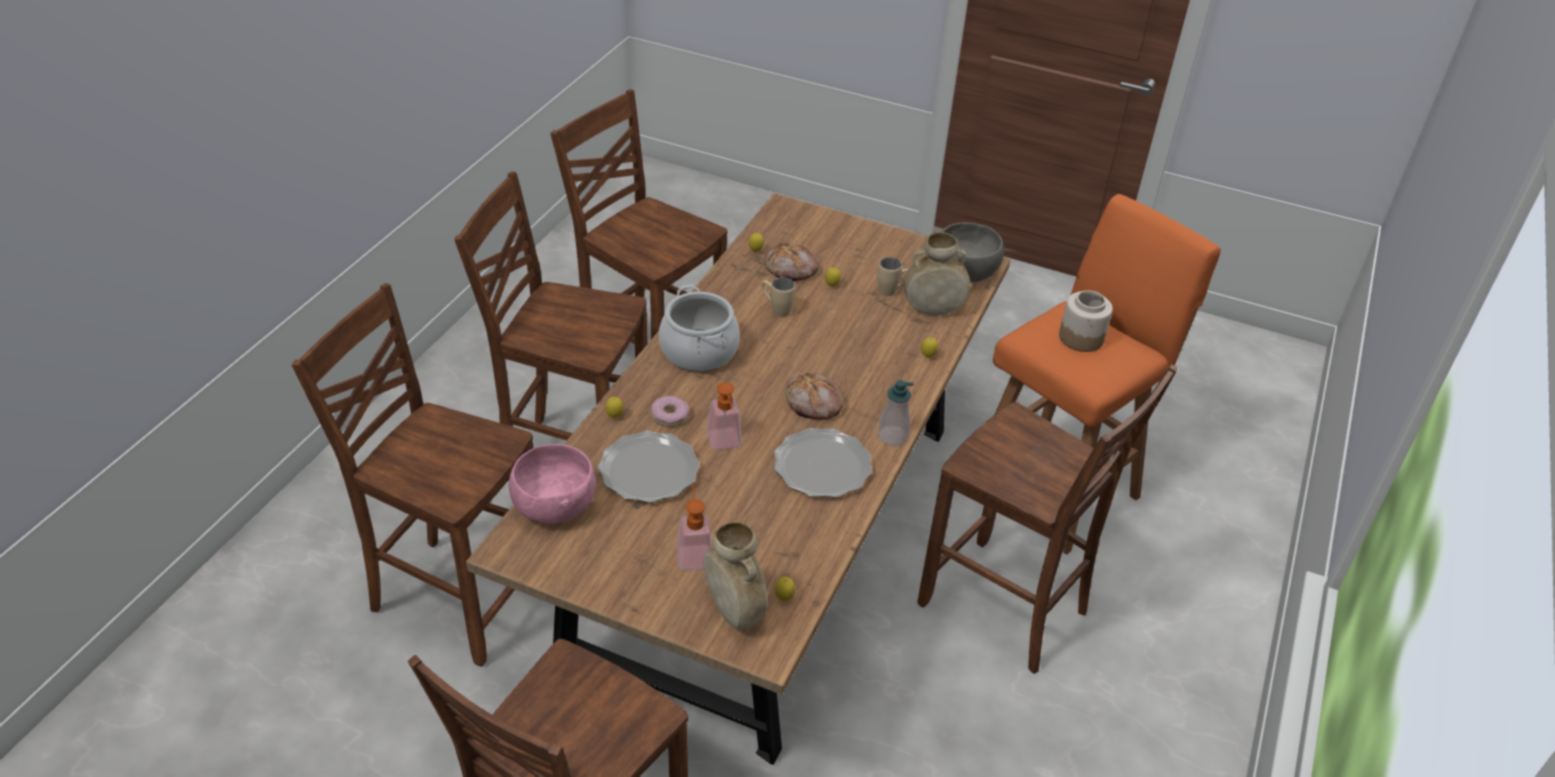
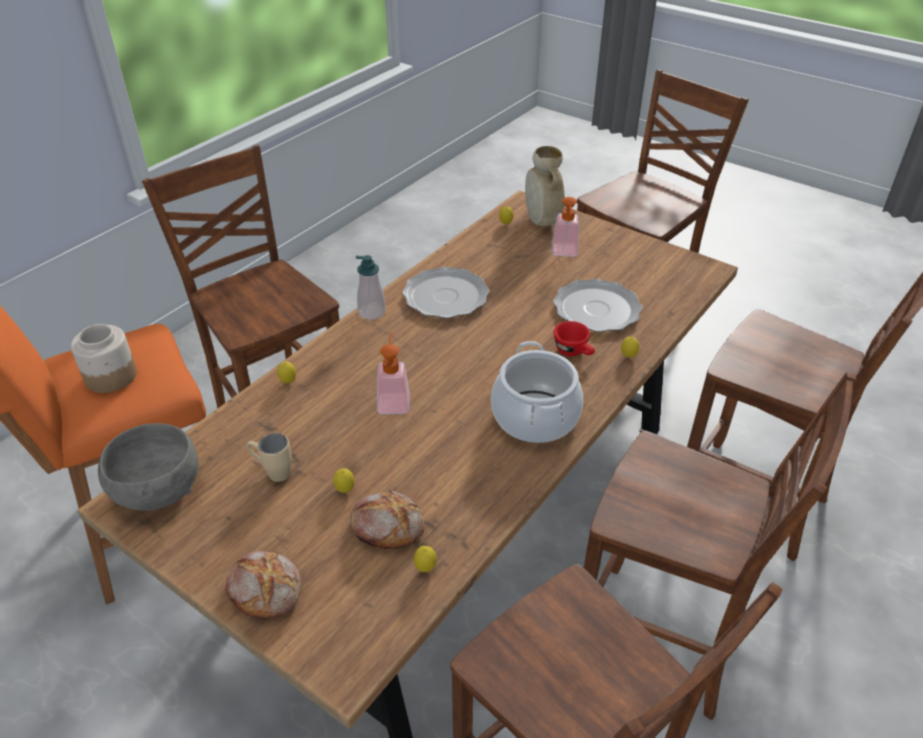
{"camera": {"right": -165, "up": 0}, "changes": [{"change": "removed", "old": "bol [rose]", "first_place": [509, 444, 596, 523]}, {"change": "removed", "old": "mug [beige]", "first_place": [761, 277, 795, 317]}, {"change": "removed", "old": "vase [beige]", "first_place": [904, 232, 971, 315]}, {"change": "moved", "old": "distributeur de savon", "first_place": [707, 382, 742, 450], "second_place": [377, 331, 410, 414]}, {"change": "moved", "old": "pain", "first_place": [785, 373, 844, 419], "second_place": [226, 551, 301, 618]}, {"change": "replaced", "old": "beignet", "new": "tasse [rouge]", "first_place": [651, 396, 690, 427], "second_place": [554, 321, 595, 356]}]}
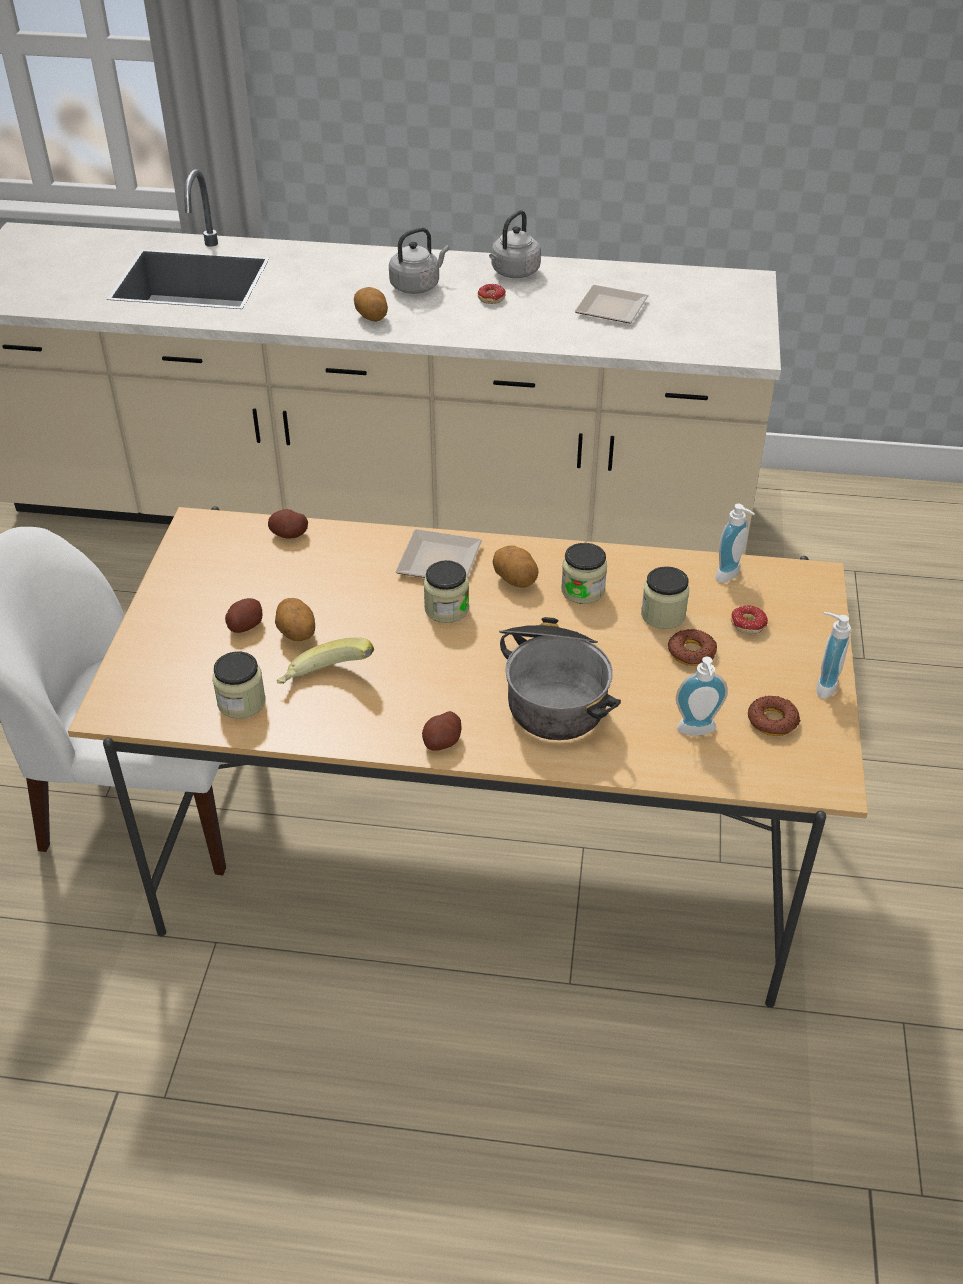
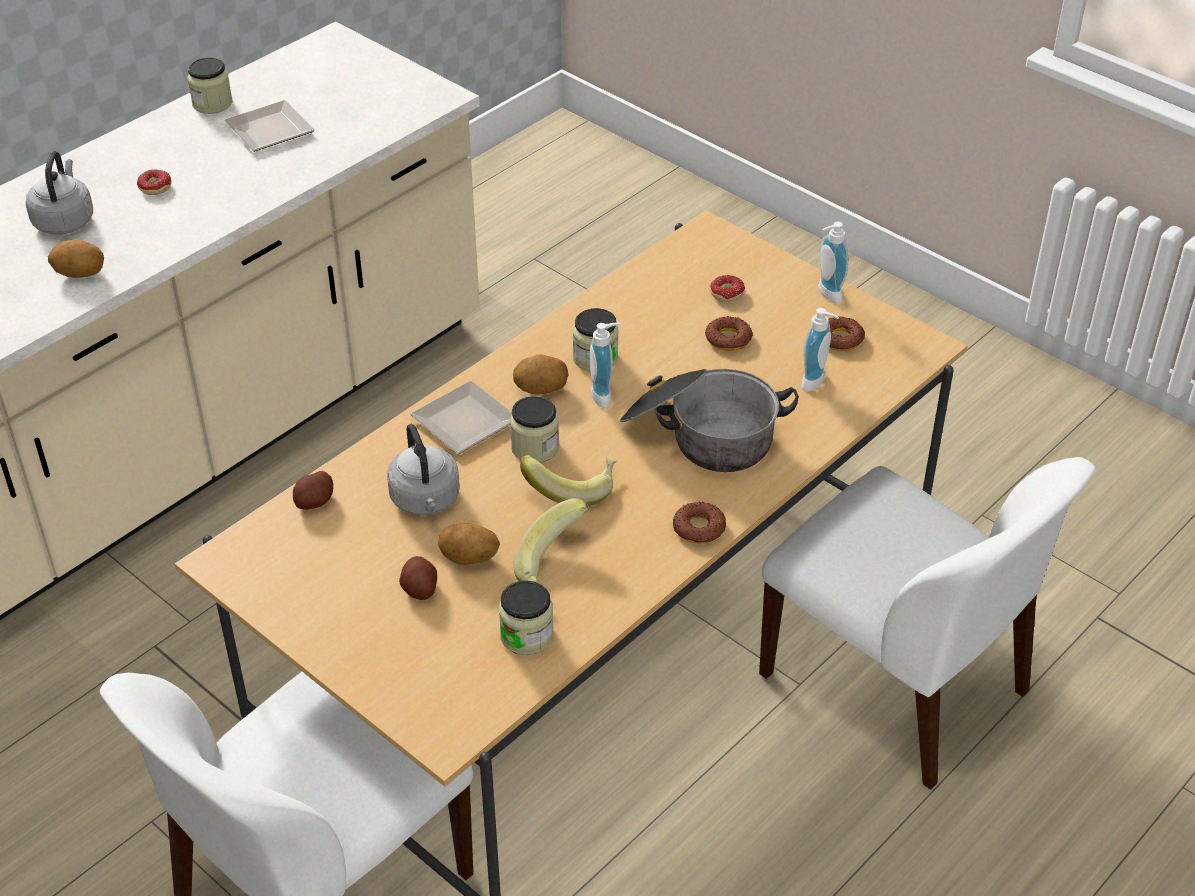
{"camera": {"right": -55, "up": 0}, "changes": [{"change": "added", "new": "banane", "second_place": [520, 455, 616, 506]}, {"change": "added", "new": "chaise [blanc]", "second_place": [759, 457, 1096, 790]}, {"change": "moved", "old": "bouilloire [gris]", "first_place": [489, 210, 541, 278], "second_place": [387, 424, 460, 515]}, {"change": "moved", "old": "bocal", "first_place": [641, 566, 689, 629], "second_place": [188, 57, 232, 114]}, {"change": "moved", "old": "distributeur de savon", "first_place": [716, 504, 755, 582], "second_place": [590, 323, 621, 408]}, {"change": "replaced", "old": "pomme de terre", "new": "beignet", "first_place": [422, 711, 462, 751], "second_place": [673, 502, 726, 544]}]}
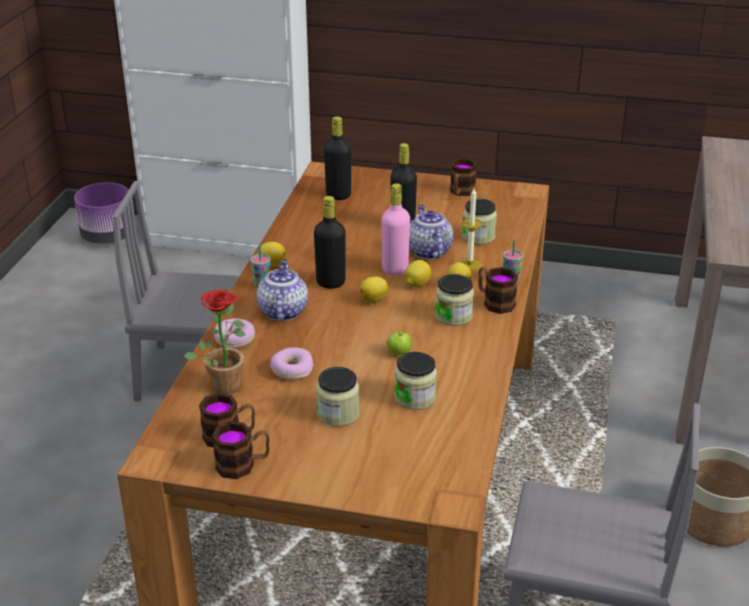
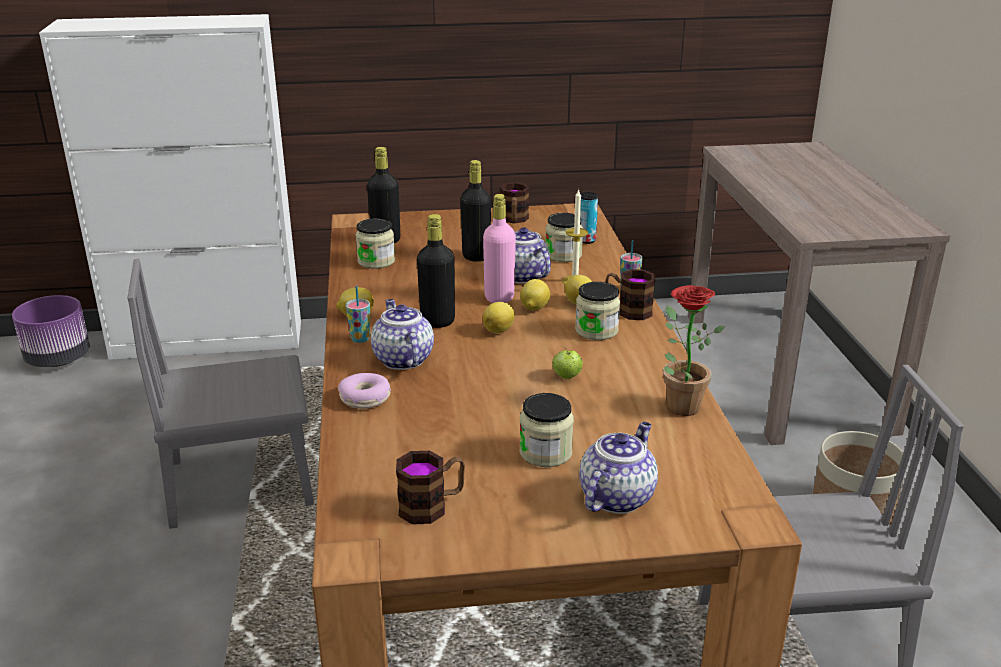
{"camera": {"right": -20, "up": -5}, "changes": [{"change": "removed", "old": "mug", "first_place": [212, 421, 270, 479]}, {"change": "removed", "old": "beignet", "first_place": [270, 348, 314, 380]}, {"change": "added", "new": "théière", "second_place": [579, 422, 658, 514]}, {"change": "added", "new": "boîte métallique", "second_place": [580, 192, 598, 244]}, {"change": "moved", "old": "plante en pot", "first_place": [184, 290, 246, 395], "second_place": [663, 285, 725, 416]}, {"change": "moved", "old": "bocal", "first_place": [395, 352, 437, 410], "second_place": [355, 218, 395, 269]}]}
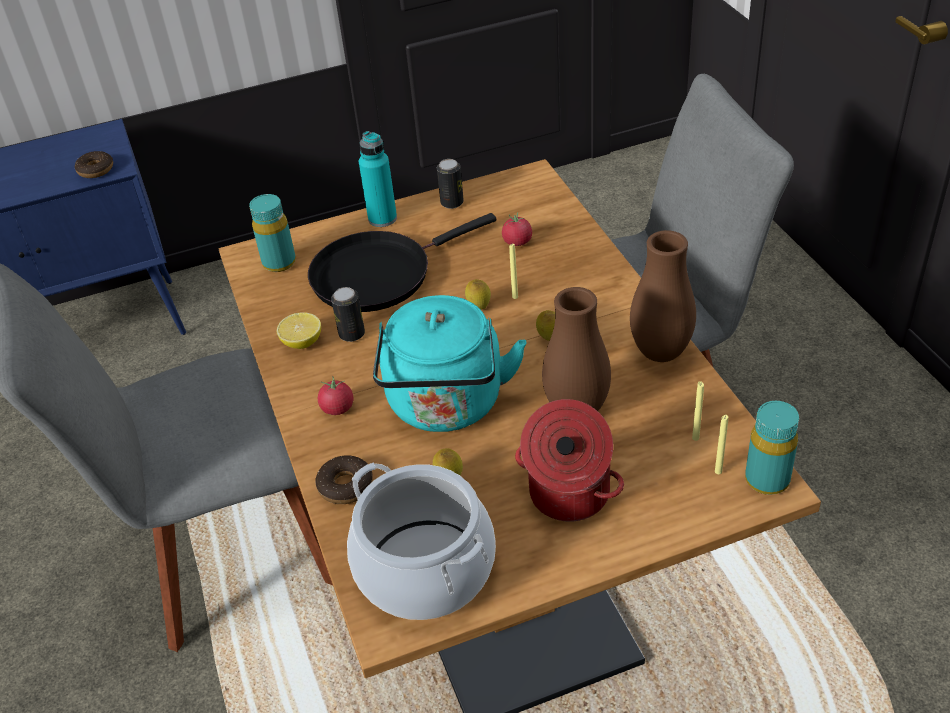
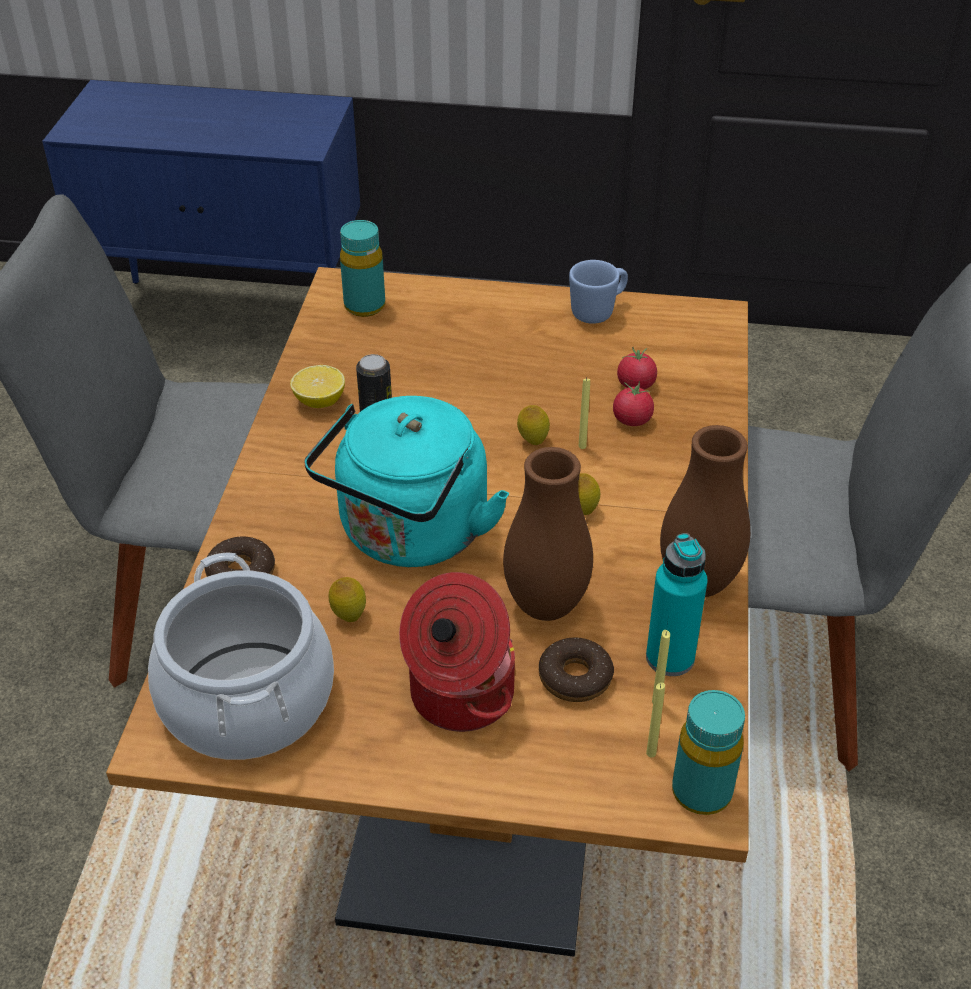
{"camera": {"right": 25, "up": 0}, "changes": [{"change": "removed", "old": "poêle [noir]", "first_place": [308, 213, 496, 312]}, {"change": "moved", "old": "beignet", "first_place": [75, 151, 113, 178], "second_place": [539, 637, 614, 702]}, {"change": "moved", "old": "tomate", "first_place": [318, 376, 353, 415], "second_place": [613, 381, 654, 426]}, {"change": "moved", "old": "bouteille [turquoise]", "first_place": [359, 131, 397, 227], "second_place": [646, 533, 708, 676]}, {"change": "replaced", "old": "boîte métallique", "new": "mug [bleu]", "first_place": [437, 159, 464, 209], "second_place": [569, 260, 628, 324]}]}
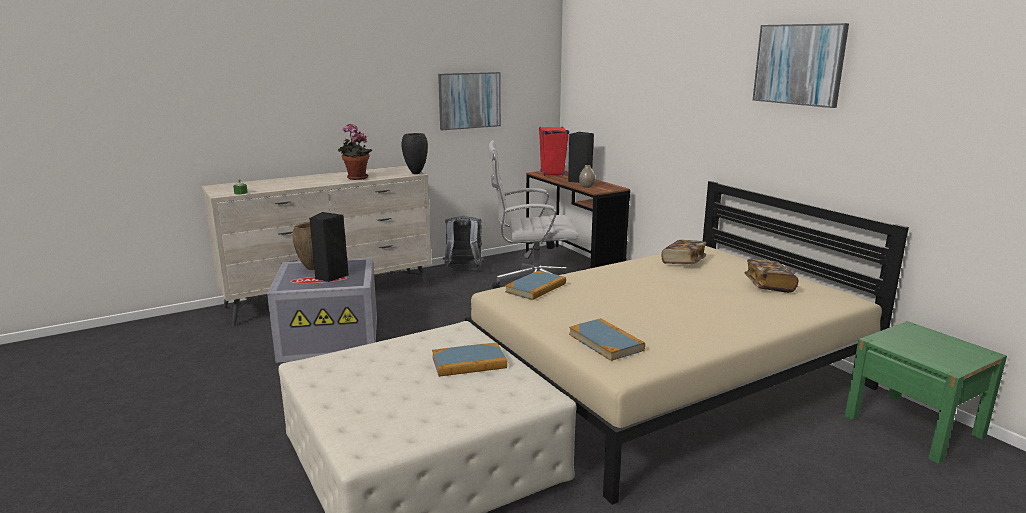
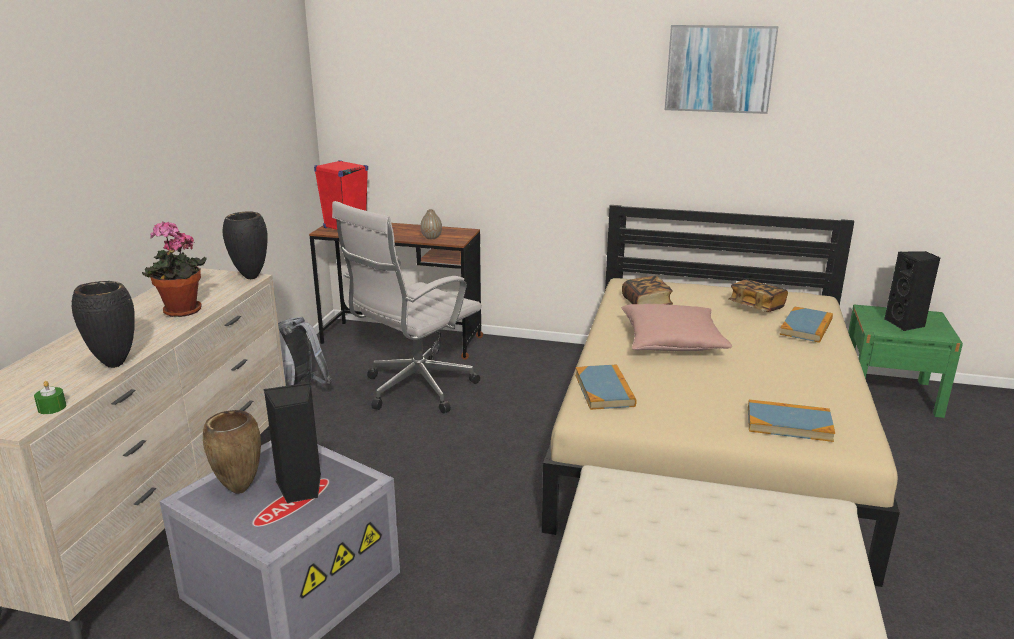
{"camera": {"right": -45, "up": 5}, "changes": [{"change": "removed", "old": "tableau", "first_place": [438, 72, 501, 130]}, {"change": "added", "new": "vase [noir]", "second_place": [72, 281, 135, 368]}, {"change": "added", "new": "coussin [rose]", "second_place": [621, 304, 732, 351]}, {"change": "moved", "old": "livre", "first_place": [432, 343, 507, 377], "second_place": [780, 307, 833, 343]}, {"change": "moved", "old": "enceinte [noir]", "first_place": [568, 132, 594, 183], "second_place": [884, 251, 940, 331]}]}
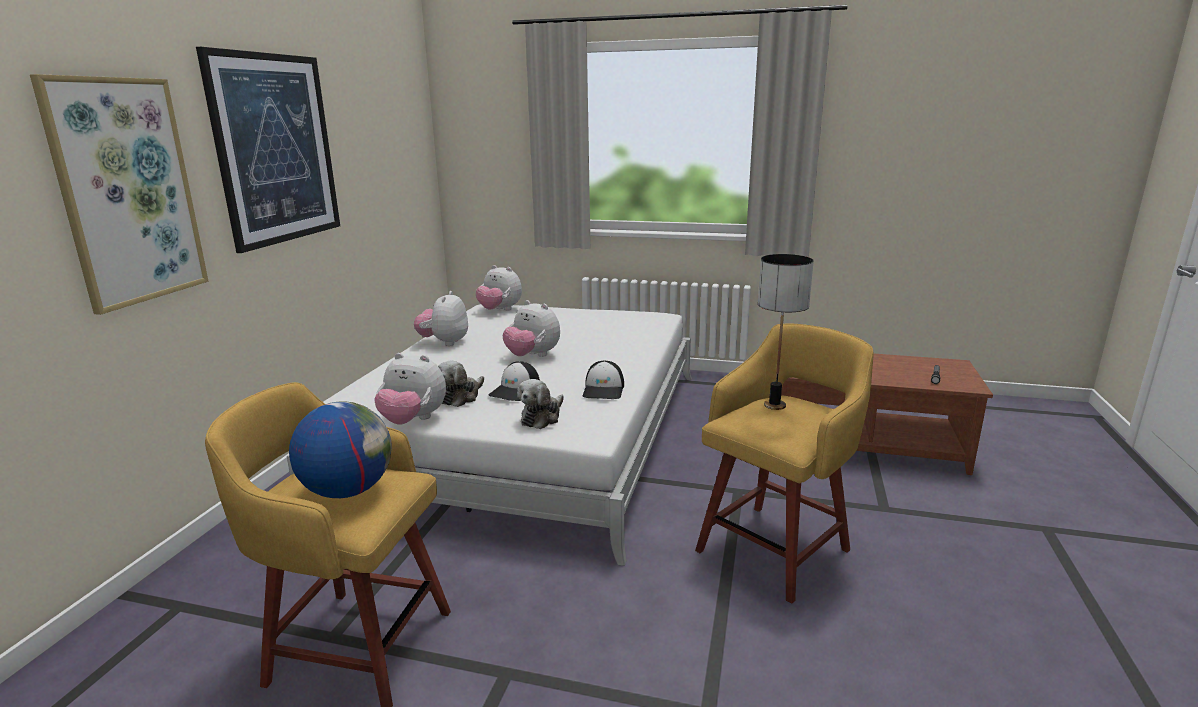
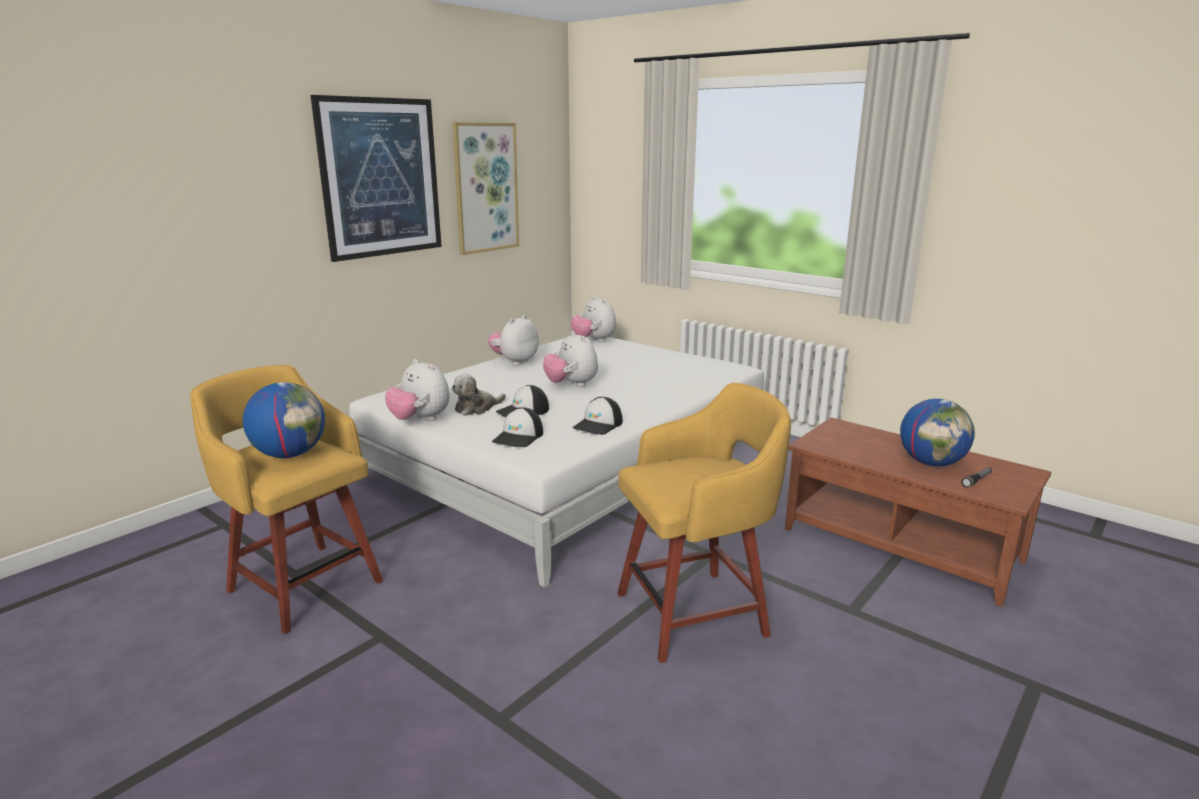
{"camera": {"right": 25, "up": 0}, "changes": [{"change": "removed", "old": "lampe de table", "first_place": [758, 254, 814, 410]}, {"change": "added", "new": "globe", "second_place": [900, 399, 975, 466]}, {"change": "moved", "old": "tableau", "first_place": [30, 74, 209, 315], "second_place": [452, 122, 519, 255]}, {"change": "replaced", "old": "peluche", "new": "casquette", "first_place": [517, 379, 564, 429], "second_place": [492, 407, 543, 447]}]}
